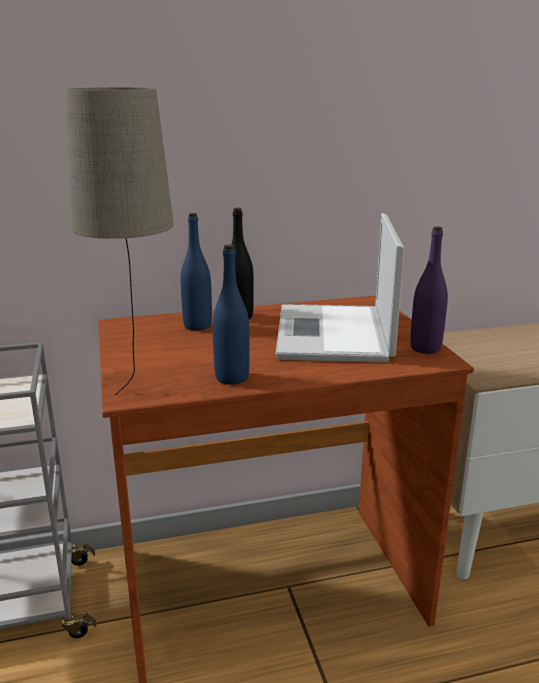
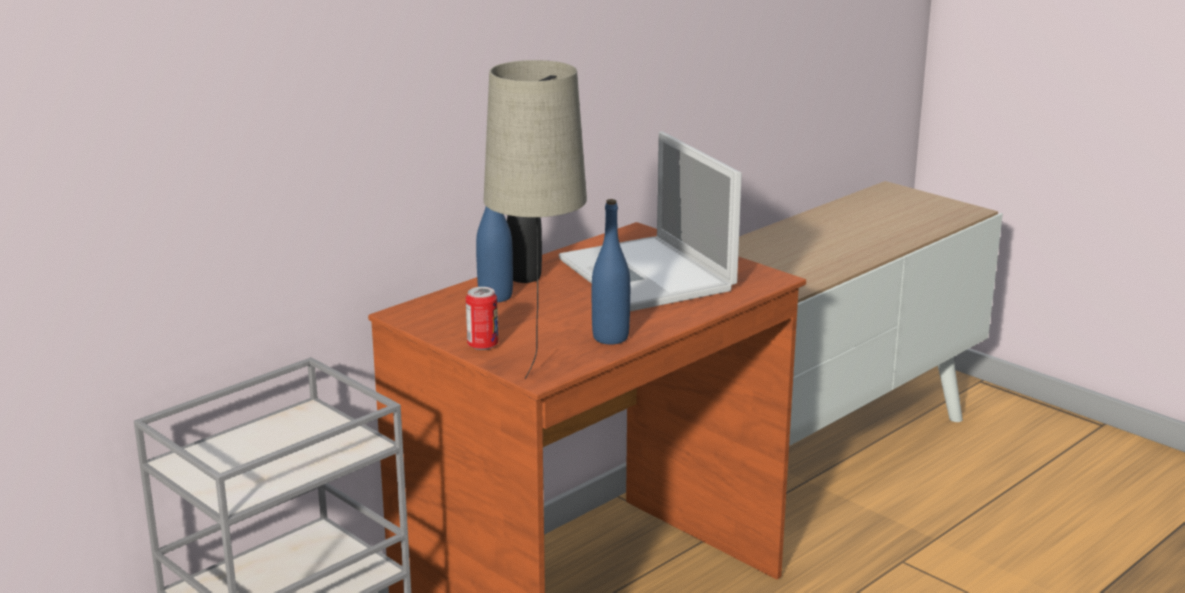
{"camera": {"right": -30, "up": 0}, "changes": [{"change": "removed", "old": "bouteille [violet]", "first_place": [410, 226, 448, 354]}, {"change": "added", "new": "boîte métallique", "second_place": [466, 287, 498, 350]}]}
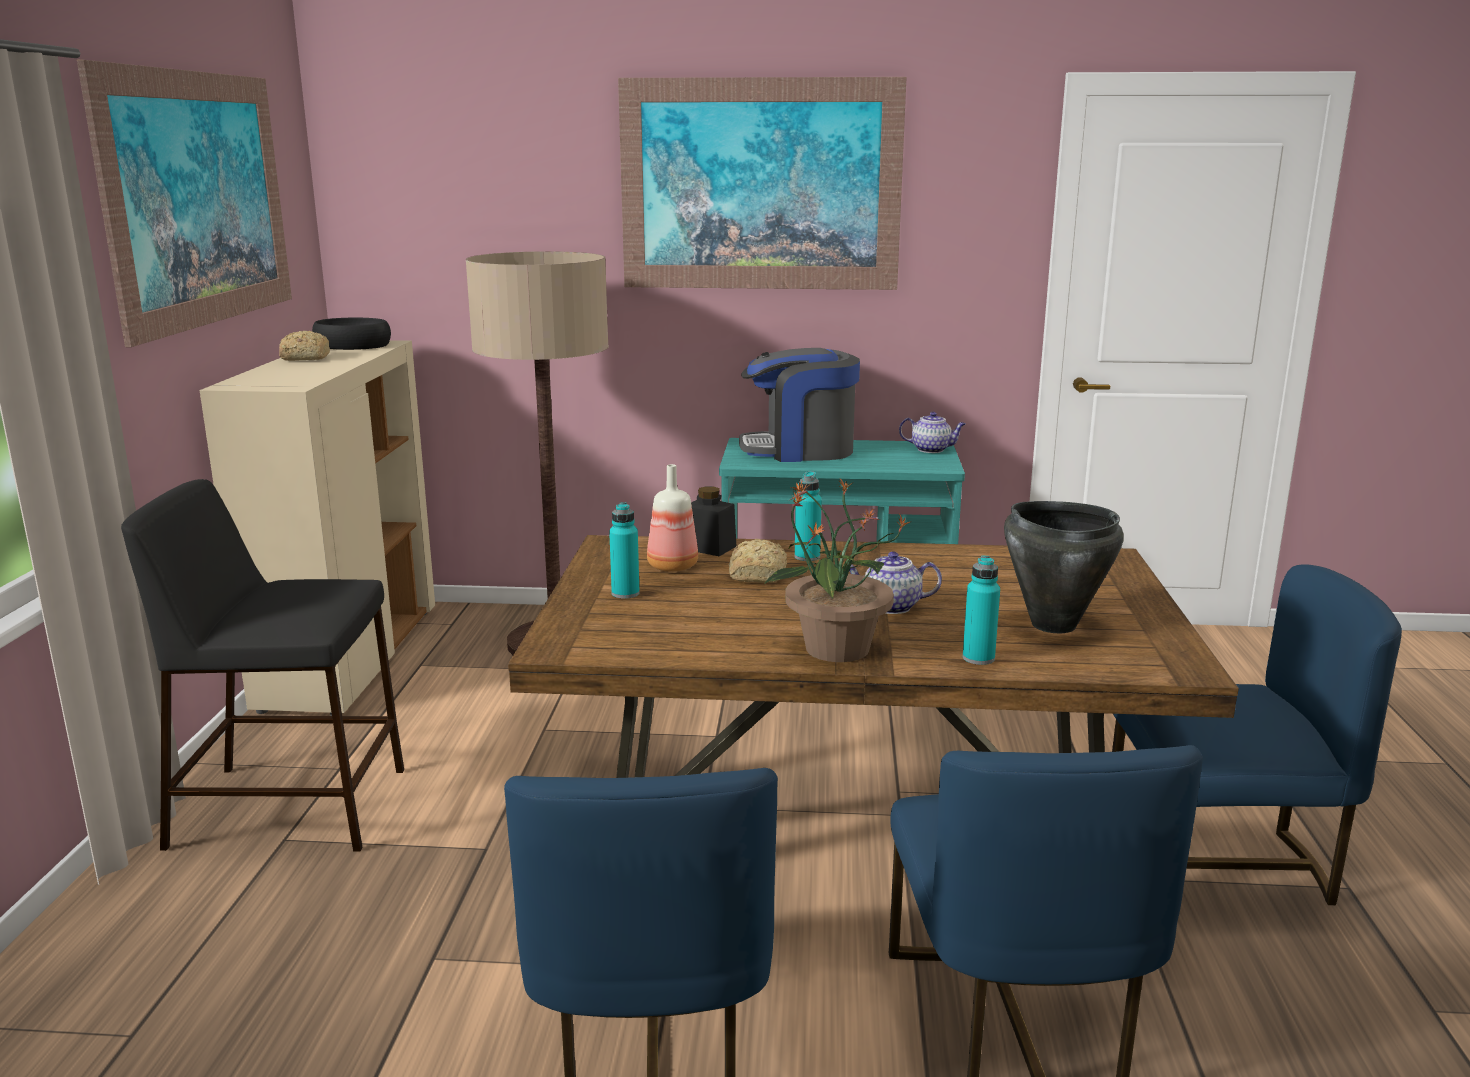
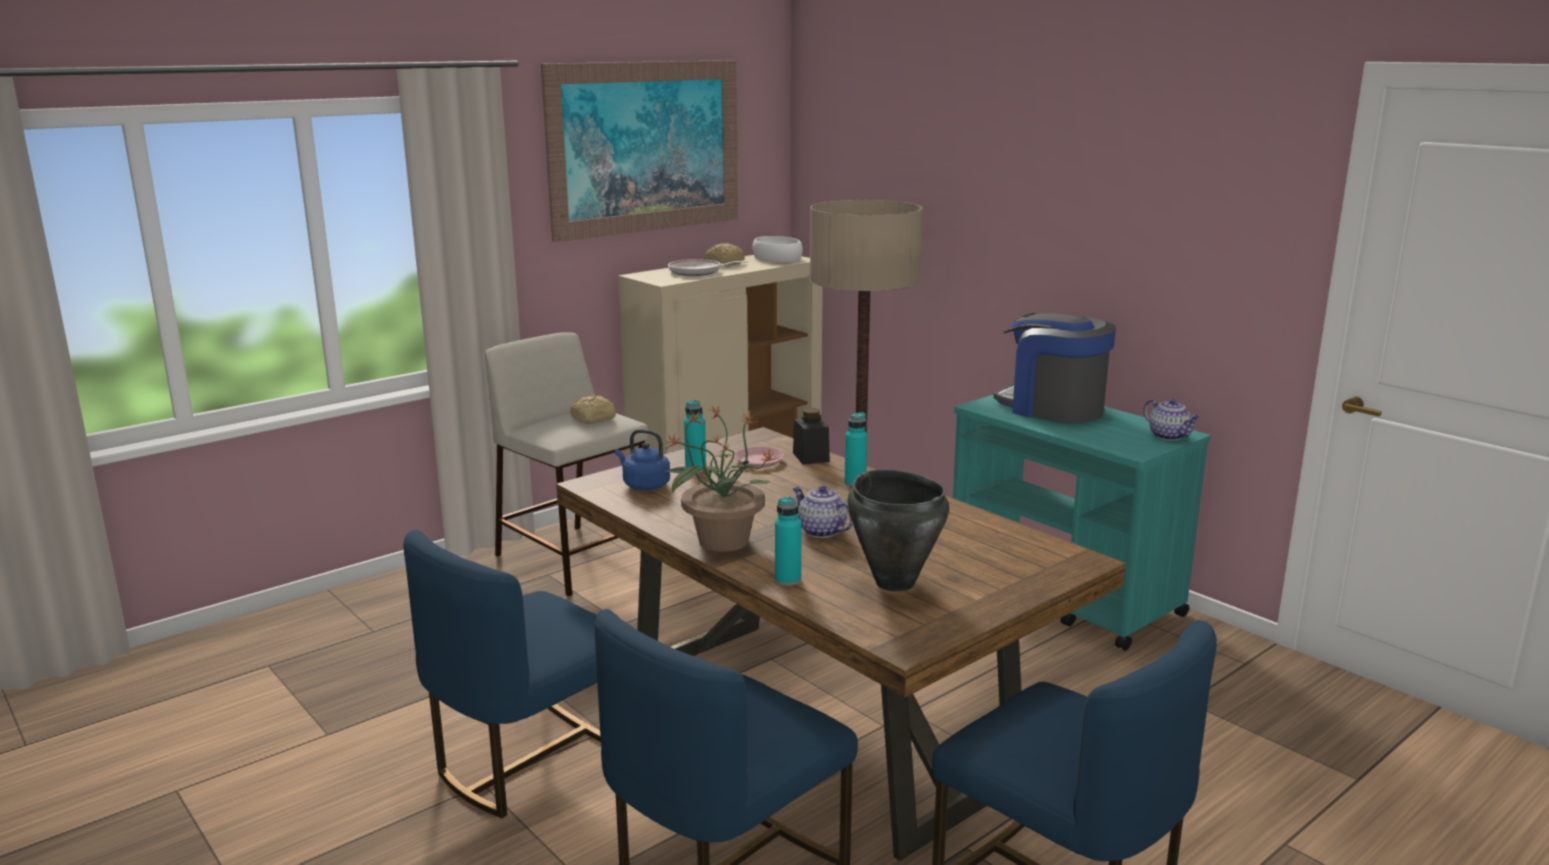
{"camera": {"right": 45, "up": 0}, "changes": [{"change": "removed", "old": "tableau", "first_place": [618, 77, 907, 290]}, {"change": "added", "new": "bouilloire [bleu]", "second_place": [615, 429, 670, 490]}, {"change": "added", "new": "poêle", "second_place": [668, 259, 748, 276]}, {"change": "moved", "old": "pain", "first_place": [729, 539, 787, 583], "second_place": [570, 395, 616, 424]}, {"change": "replaced", "old": "bouteille", "new": "assiette [rose]", "first_place": [647, 464, 698, 572], "second_place": [734, 447, 784, 468]}, {"change": "recoloured", "old": "tabouret [noir]", "new": "tabouret [beige]", "first_place": [121, 479, 404, 852], "second_place": [485, 332, 648, 596]}, {"change": "recoloured", "old": "bol [noir]", "new": "bol [blanc]", "first_place": [312, 318, 391, 350], "second_place": [752, 236, 803, 263]}]}
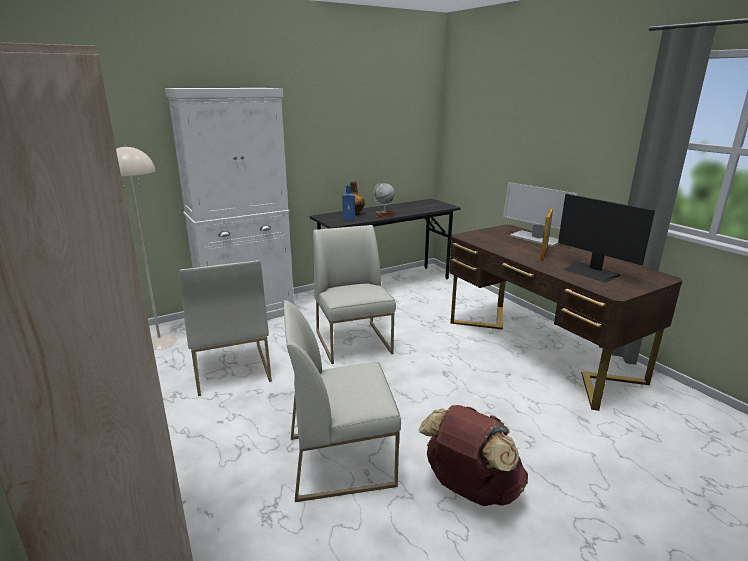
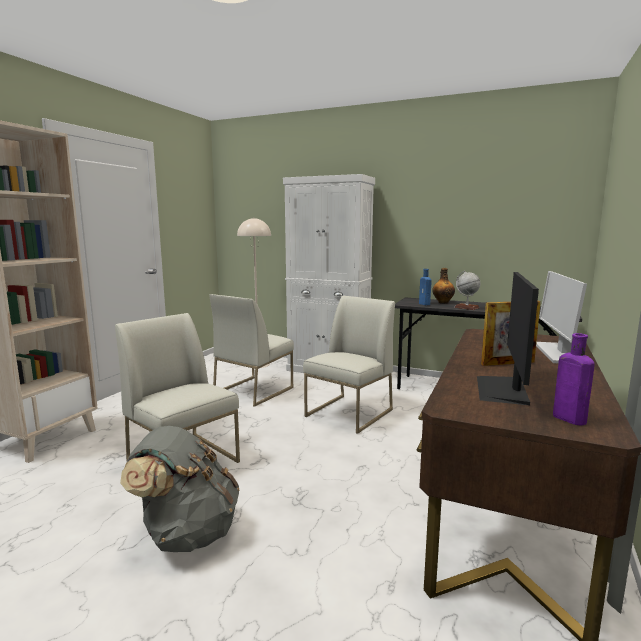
{"camera": {"right": 55, "up": -10}, "changes": [{"change": "added", "new": "bouteille [violet]", "second_place": [553, 333, 595, 426]}, {"change": "recoloured", "old": "sac à dos [marron]", "new": "sac à dos [gris]", "first_place": [418, 405, 528, 506], "second_place": [120, 426, 239, 552]}]}
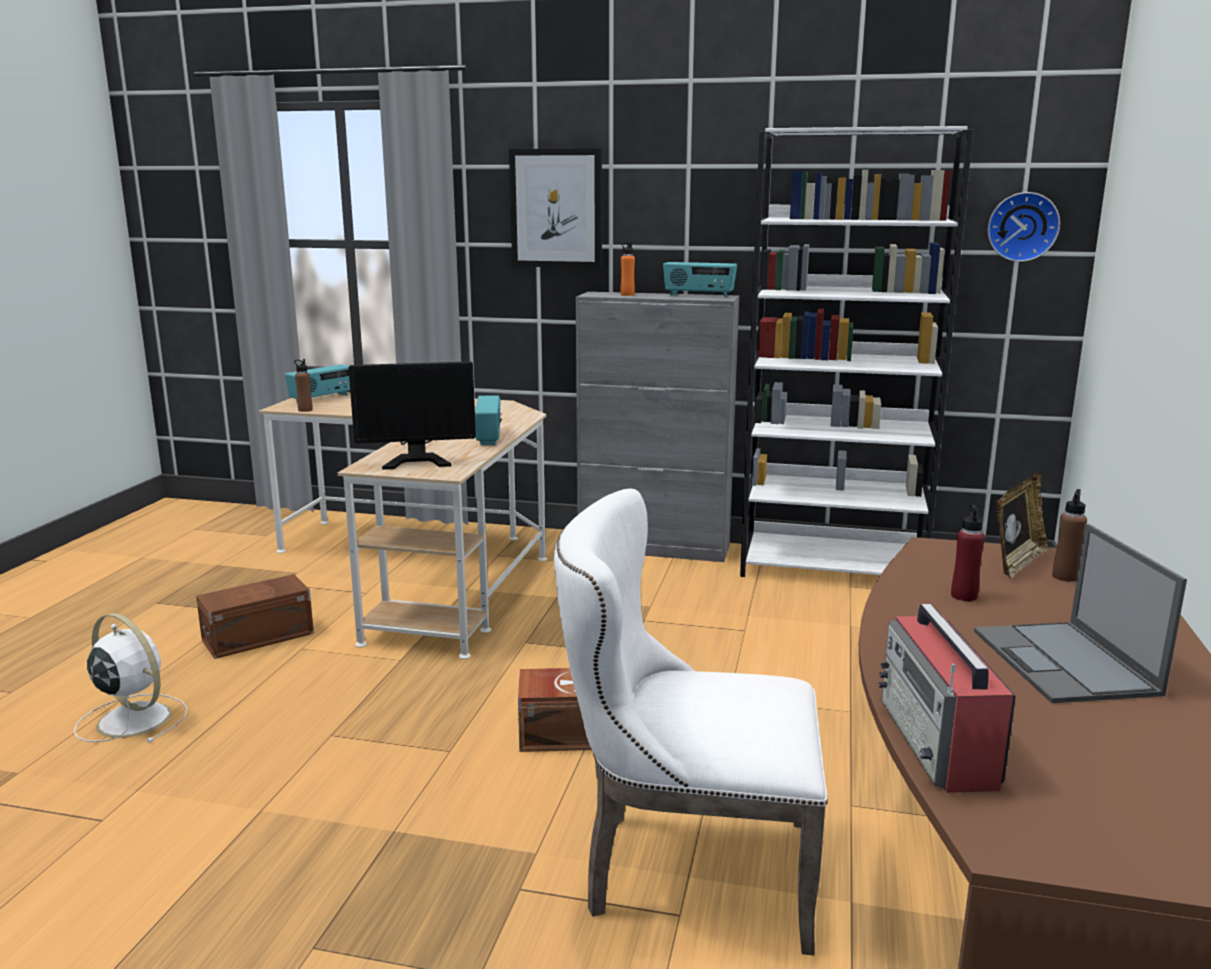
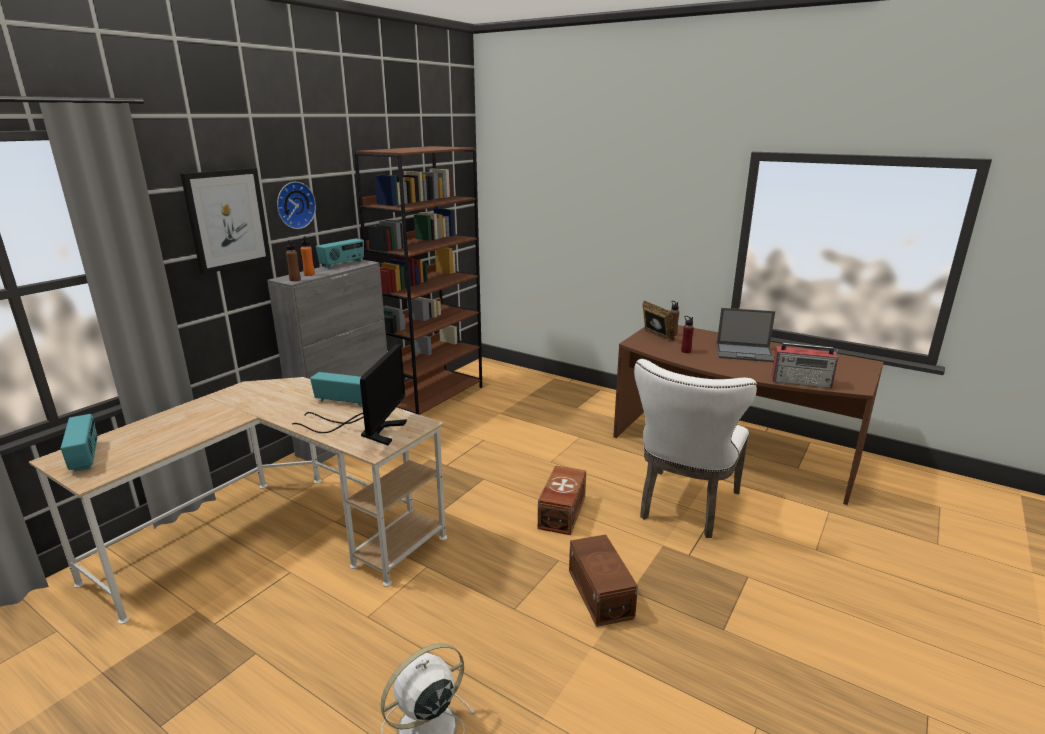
{"camera": {"right": -70, "up": 5}, "changes": [{"change": "moved", "old": "boîte de rangement [marron]", "first_place": [196, 574, 314, 659], "second_place": [569, 534, 638, 627]}, {"change": "moved", "old": "bouteille [marron]", "first_place": [294, 359, 313, 412], "second_place": [286, 240, 301, 281]}, {"change": "moved", "old": "horloge murale", "first_place": [988, 192, 1060, 262], "second_place": [277, 182, 316, 229]}, {"change": "recoloured", "old": "bibliothèque [blanc]", "new": "bibliothèque [marron]", "first_place": [740, 126, 973, 577], "second_place": [354, 146, 482, 415]}]}
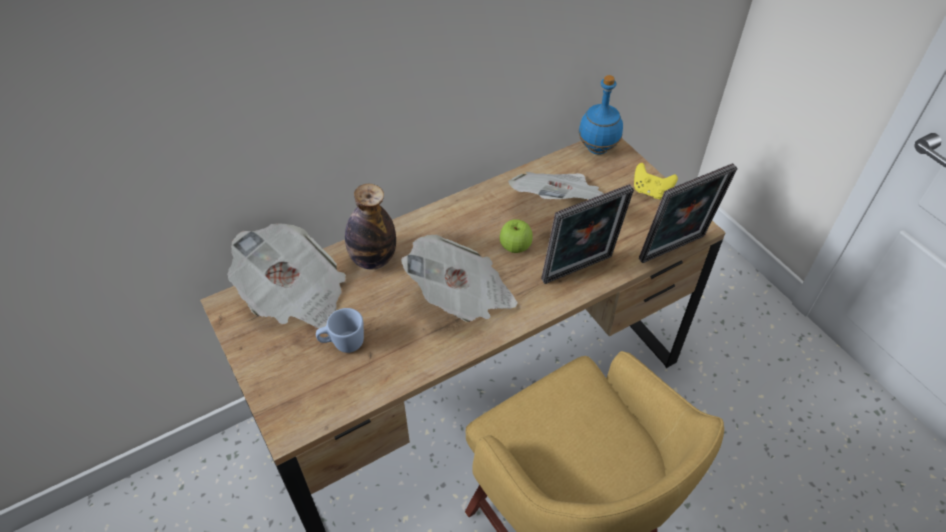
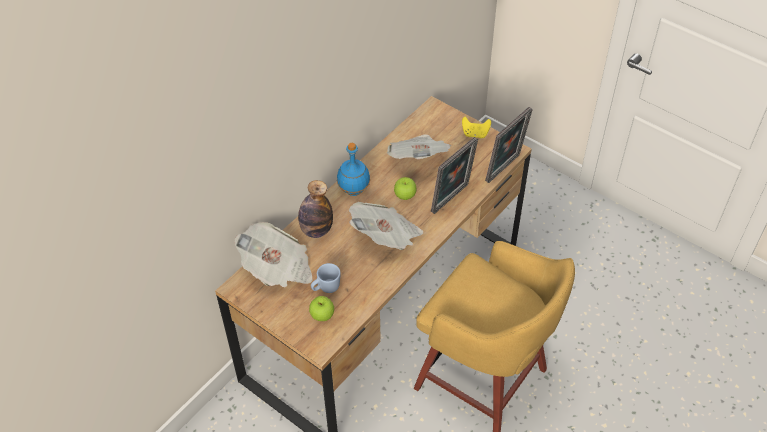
{"camera": {"right": -20, "up": 0}, "changes": [{"change": "added", "new": "pomme", "second_place": [309, 296, 334, 321]}, {"change": "moved", "old": "bouteille [bleu]", "first_place": [578, 75, 623, 155], "second_place": [337, 143, 370, 196]}]}
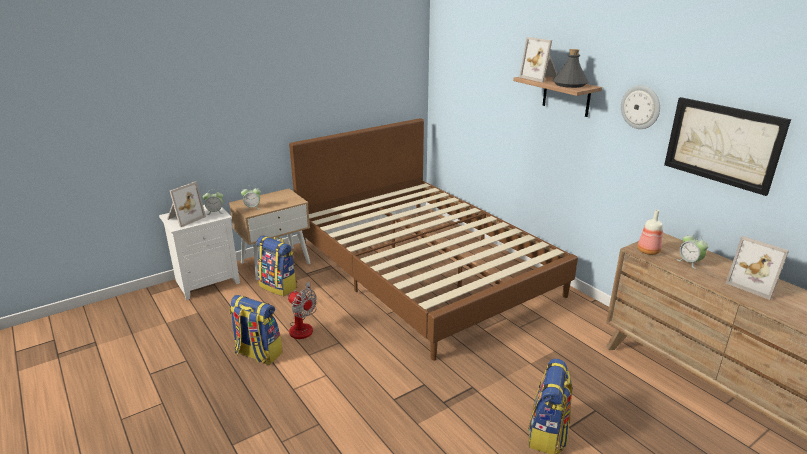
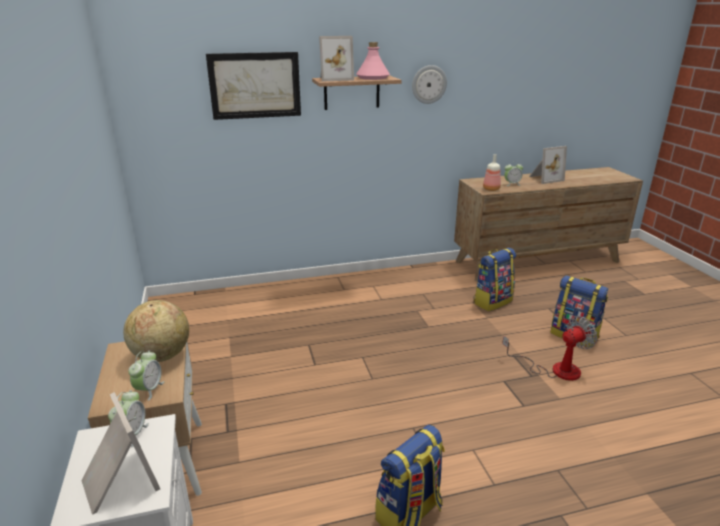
{"camera": {"right": -70, "up": 0}, "changes": [{"change": "removed", "old": "lit [marron]", "first_place": [289, 118, 578, 360]}, {"change": "added", "new": "globe", "second_place": [123, 300, 189, 362]}, {"change": "moved", "old": "sac à dos", "first_place": [256, 236, 297, 296], "second_place": [473, 248, 516, 311]}, {"change": "moved", "old": "ventilateur", "first_place": [288, 281, 317, 339], "second_place": [502, 316, 597, 381]}, {"change": "moved", "old": "tableau", "first_place": [664, 97, 791, 196], "second_place": [206, 52, 301, 120]}, {"change": "recoloured", "old": "bouteille [gris]", "new": "bouteille [rose]", "first_place": [553, 49, 589, 88], "second_place": [356, 42, 390, 80]}]}
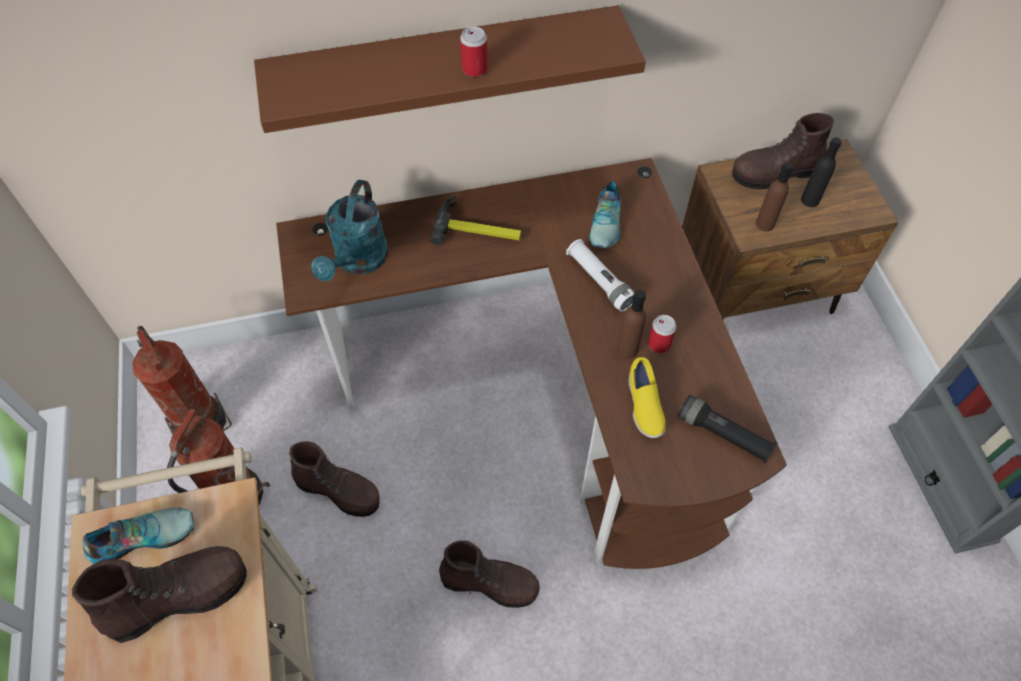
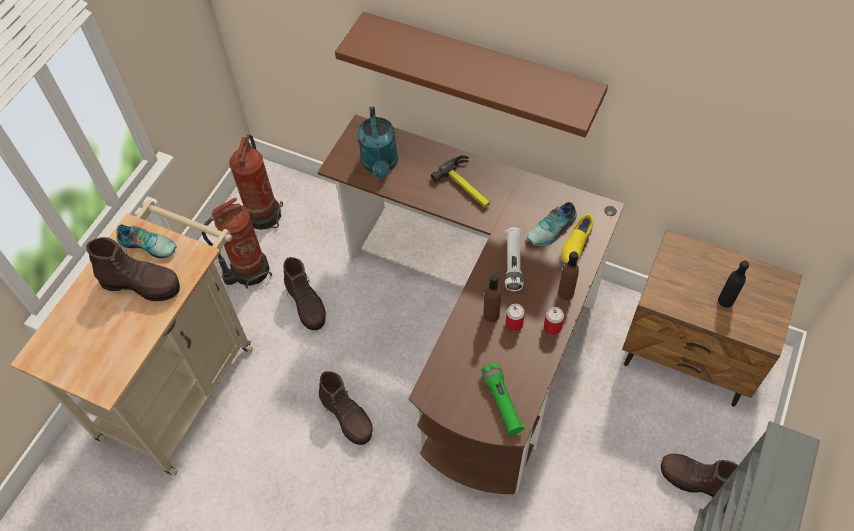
{"camera": {"right": 40, "up": 0}, "changes": [{"change": "moved", "old": "boîte métallique", "first_place": [460, 27, 488, 77], "second_place": [544, 307, 564, 335]}, {"change": "moved", "old": "chaussure [jaune]", "first_place": [629, 357, 666, 438], "second_place": [561, 214, 593, 263]}, {"change": "moved", "old": "botte [marron]", "first_place": [732, 113, 834, 189], "second_place": [660, 454, 738, 497]}, {"change": "moved", "old": "bouteille [marron]", "first_place": [756, 162, 793, 232], "second_place": [558, 251, 579, 300]}, {"change": "recoloured", "old": "lampe de poche [noir]", "new": "lampe de poche [vert]", "first_place": [678, 395, 778, 464], "second_place": [481, 363, 525, 435]}, {"change": "turned", "old": "arrosoir [turquoise]", "first_place": [311, 180, 388, 281], "second_place": [357, 106, 398, 178], "degrees": -60}]}
